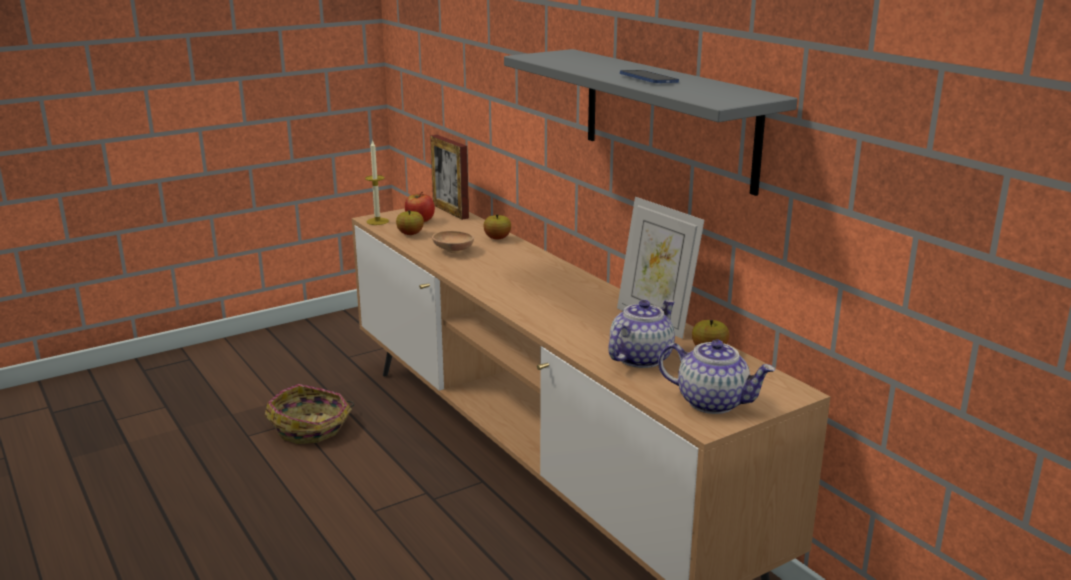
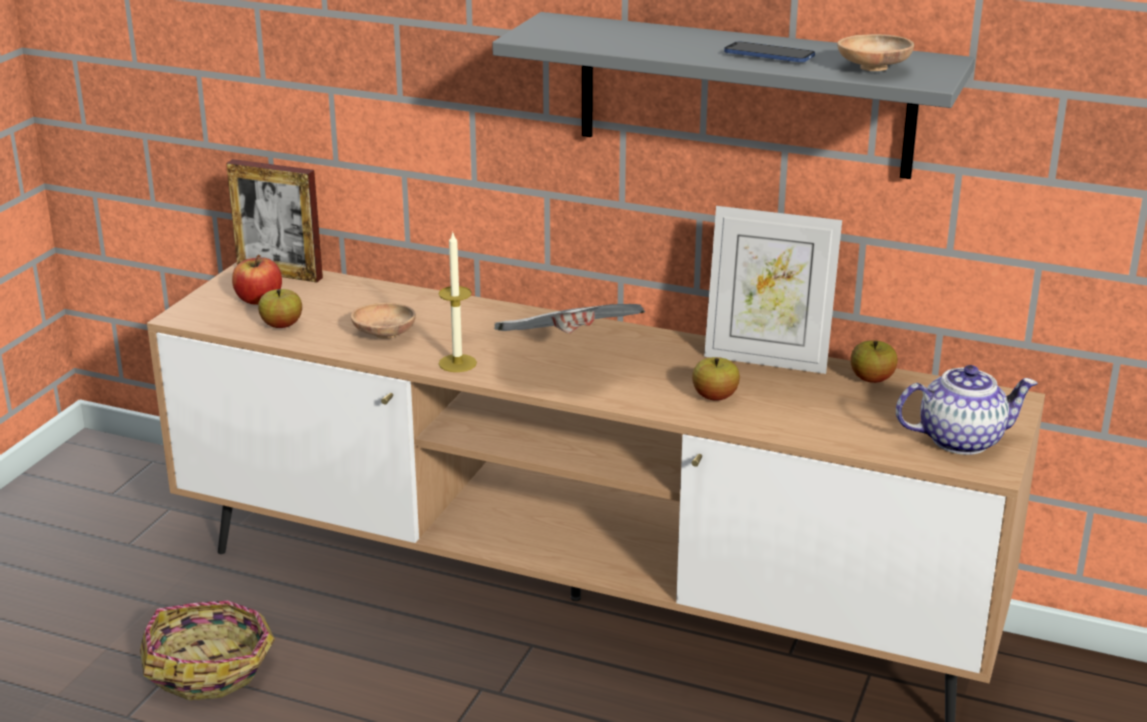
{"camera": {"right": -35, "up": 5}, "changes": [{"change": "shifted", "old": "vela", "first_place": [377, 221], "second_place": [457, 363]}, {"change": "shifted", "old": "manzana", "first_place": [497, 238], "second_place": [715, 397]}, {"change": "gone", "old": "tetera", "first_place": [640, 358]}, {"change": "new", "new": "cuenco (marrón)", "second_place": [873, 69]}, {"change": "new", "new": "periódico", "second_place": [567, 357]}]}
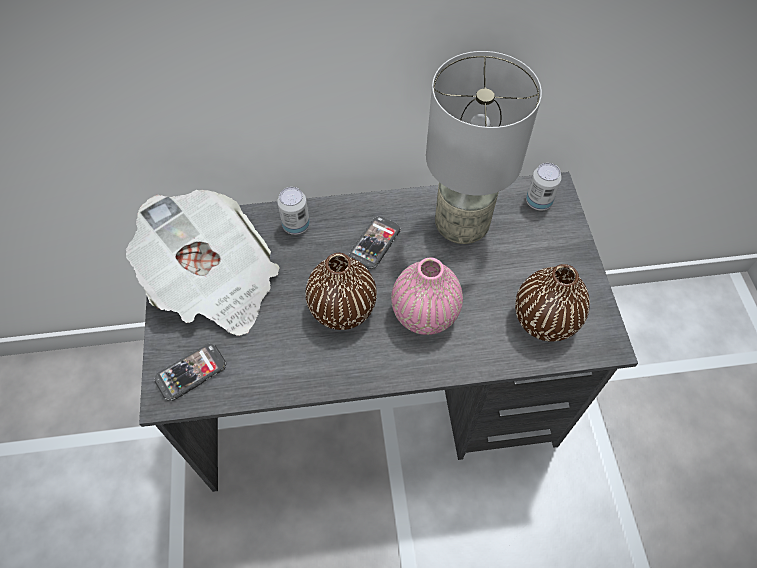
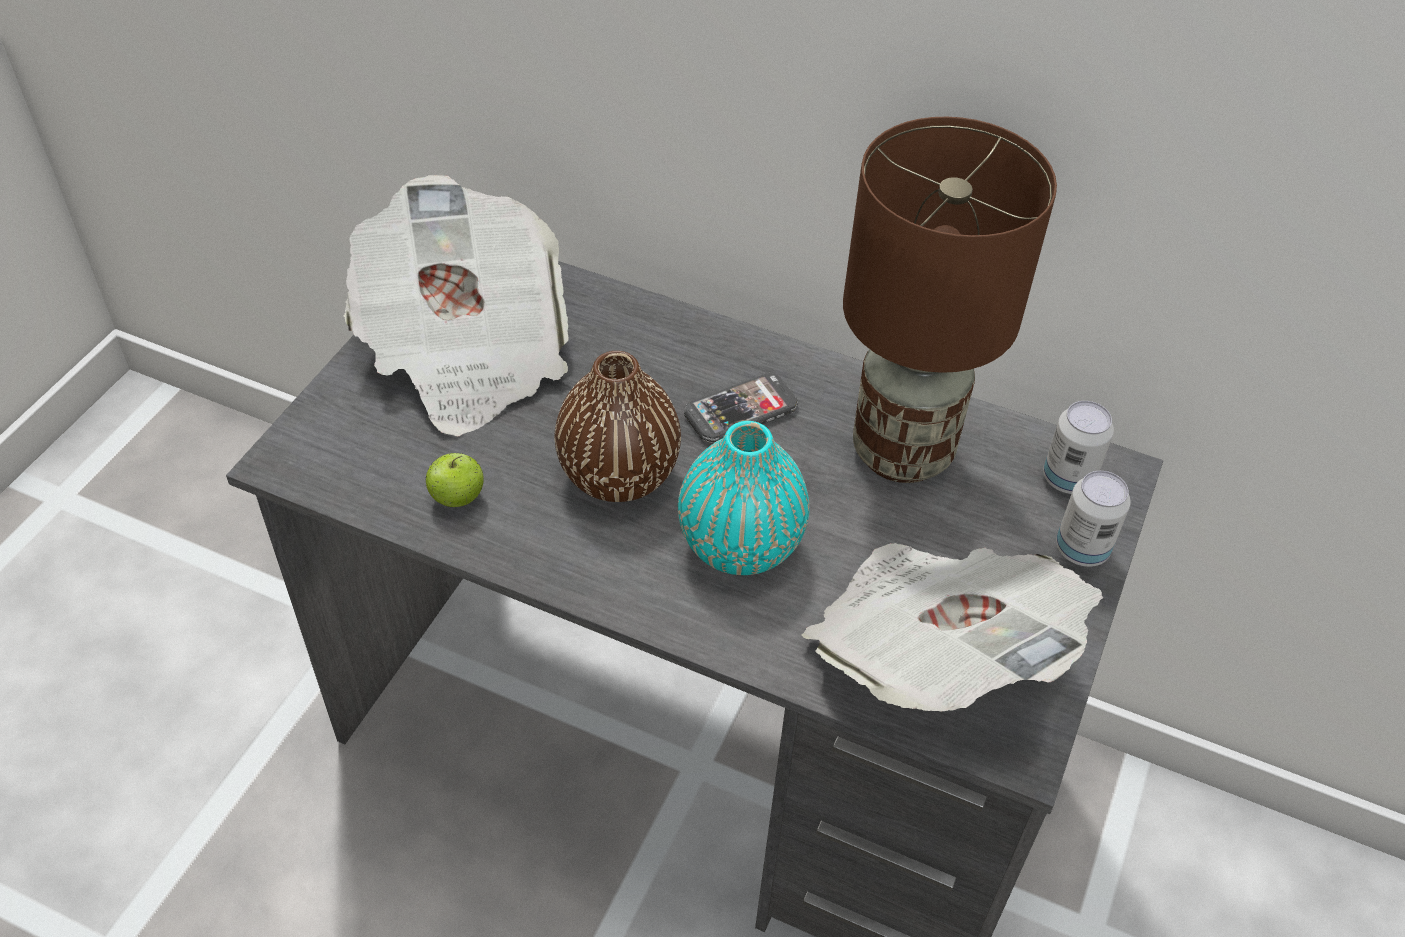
{"camera": {"right": 30, "up": -10}, "changes": [{"change": "repainted", "old": "lámpara de mesa (gris)", "new": "lámpara de mesa (marrón)", "first_place": [462, 227], "second_place": [902, 453]}, {"change": "shifted", "old": "lata", "first_place": [296, 225], "second_place": [1081, 549]}, {"change": "repainted", "old": "florero (rosa)", "new": "florero (turquesa)", "first_place": [424, 314], "second_place": [740, 544]}, {"change": "swapped", "old": "florero (marrón)", "new": "periódico", "first_place": [544, 320], "second_place": [934, 654]}, {"change": "gone", "old": "móvil", "first_place": [191, 373]}, {"change": "new", "new": "manzana", "second_place": [457, 498]}]}
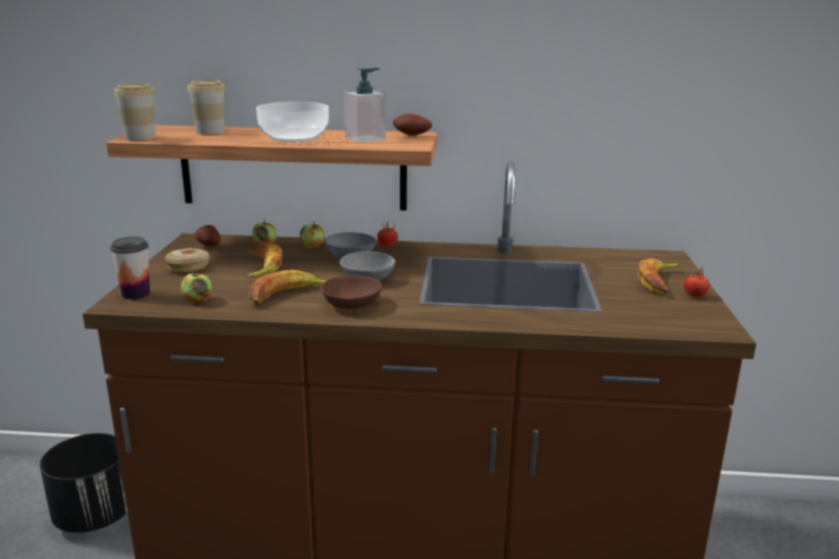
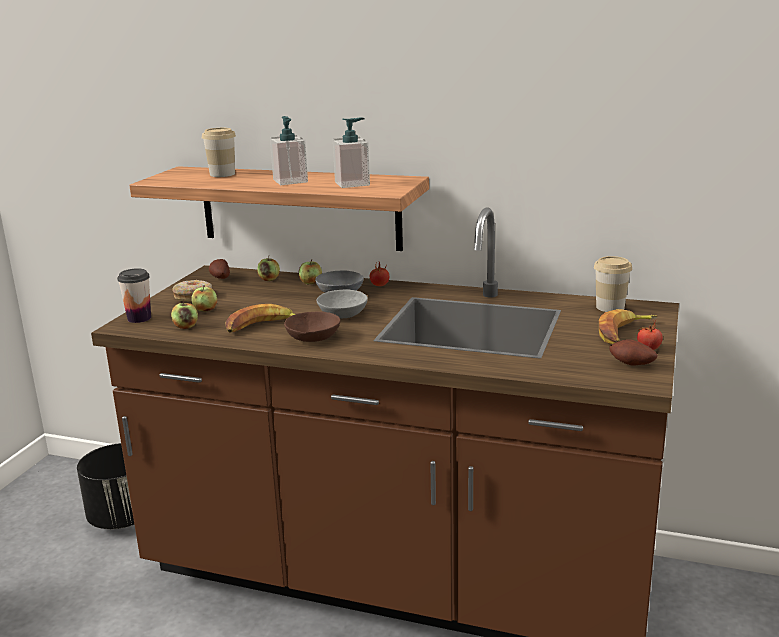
{"camera": {"right": 15, "up": 0}, "changes": [{"change": "shifted", "old": "taza", "first_place": [140, 137], "second_place": [610, 307]}, {"change": "swapped", "old": "cuenco", "new": "dispensador de jabón", "first_place": [294, 137], "second_place": [290, 181]}, {"change": "shifted", "old": "patata", "first_place": [411, 135], "second_place": [631, 365]}, {"change": "gone", "old": "plátano", "first_place": [260, 266]}, {"change": "new", "new": "manzana", "second_place": [205, 310]}]}
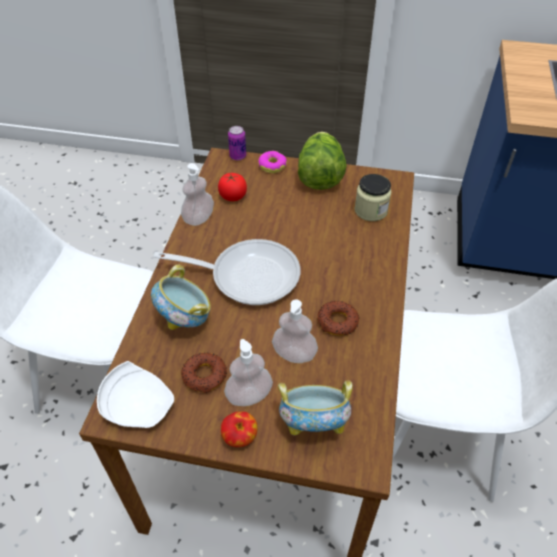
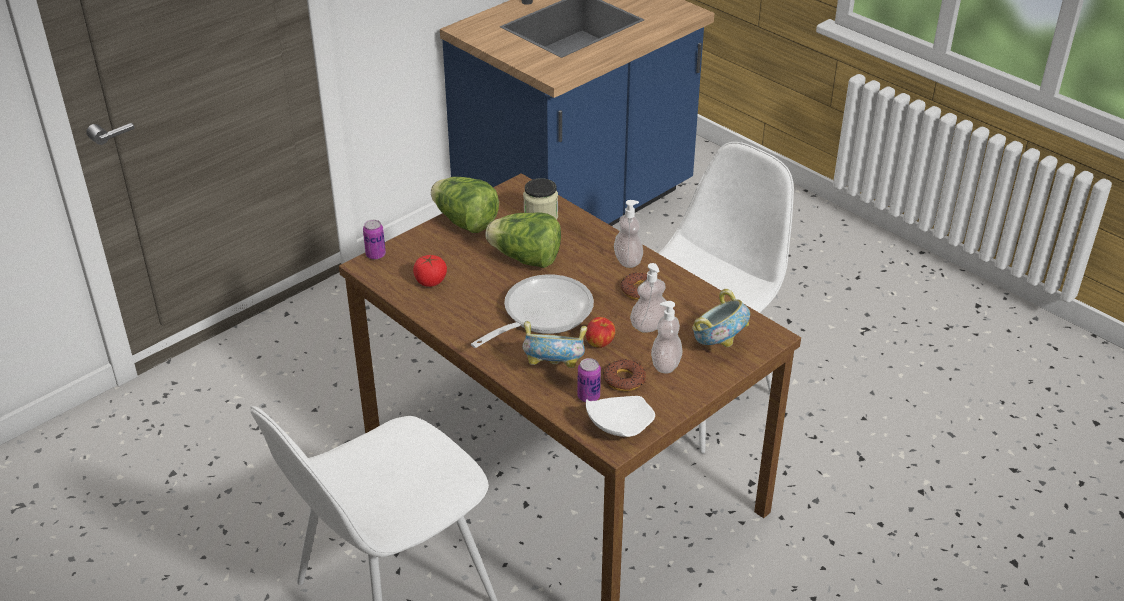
{"camera": {"right": -55, "up": -10}, "changes": [{"change": "gone", "old": "rosquilla", "first_place": [272, 166]}, {"change": "shifted", "old": "dispensador de jabón", "first_place": [199, 218], "second_place": [628, 260]}, {"change": "shifted", "old": "manzana", "first_place": [240, 437], "second_place": [600, 343]}, {"change": "new", "new": "lechuga", "second_place": [526, 259]}, {"change": "new", "new": "lata", "second_place": [588, 396]}]}
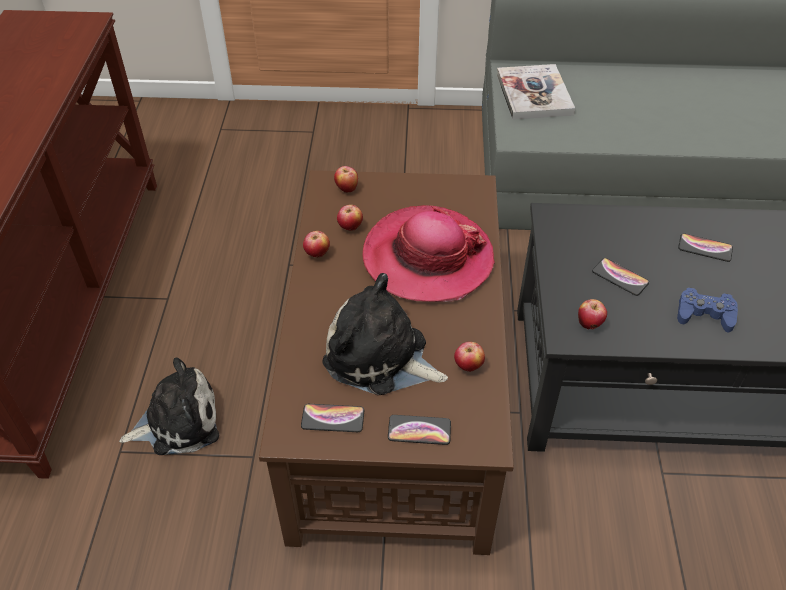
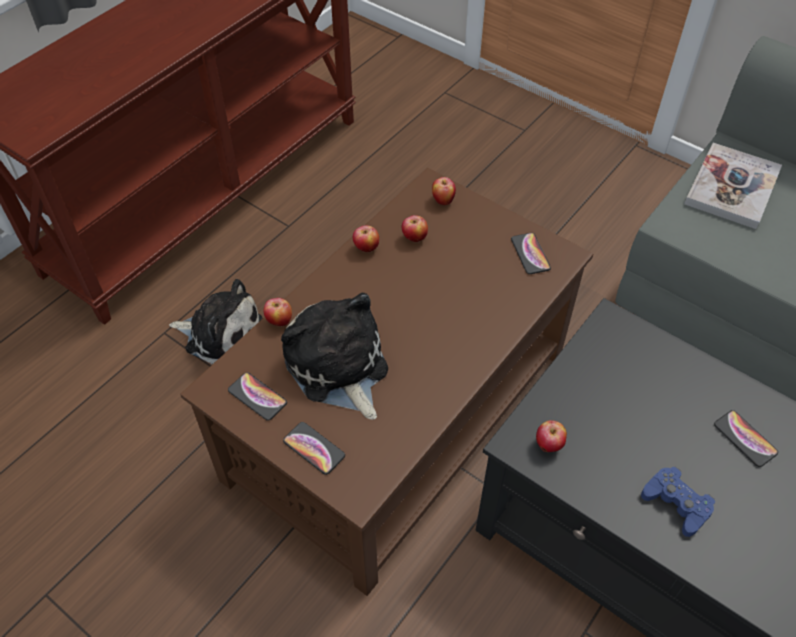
{"camera": {"right": 35, "up": 5}, "changes": [{"change": "gone", "old": "sombrero", "first_place": [427, 258]}, {"change": "shifted", "old": "móvil", "first_place": [620, 277], "second_place": [530, 254]}, {"change": "shifted", "old": "manzana", "first_place": [468, 367], "second_place": [279, 321]}]}
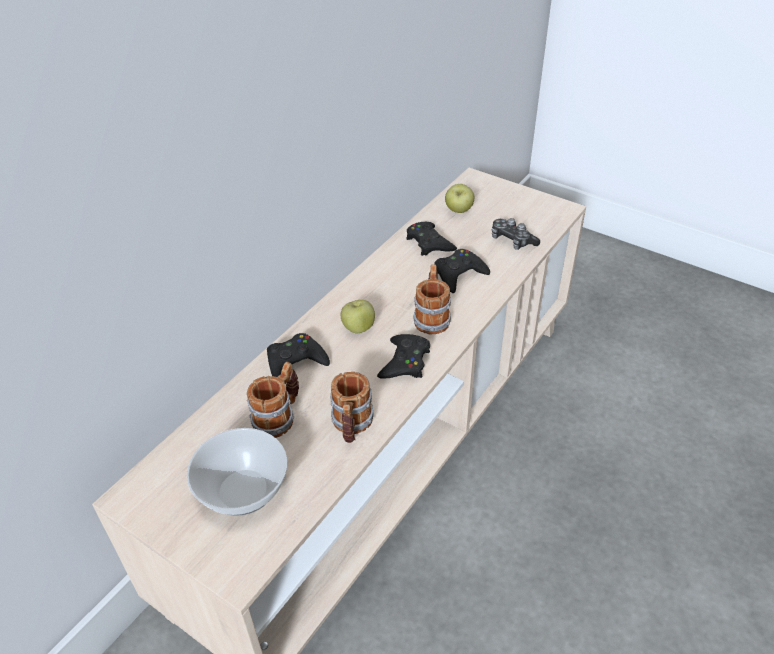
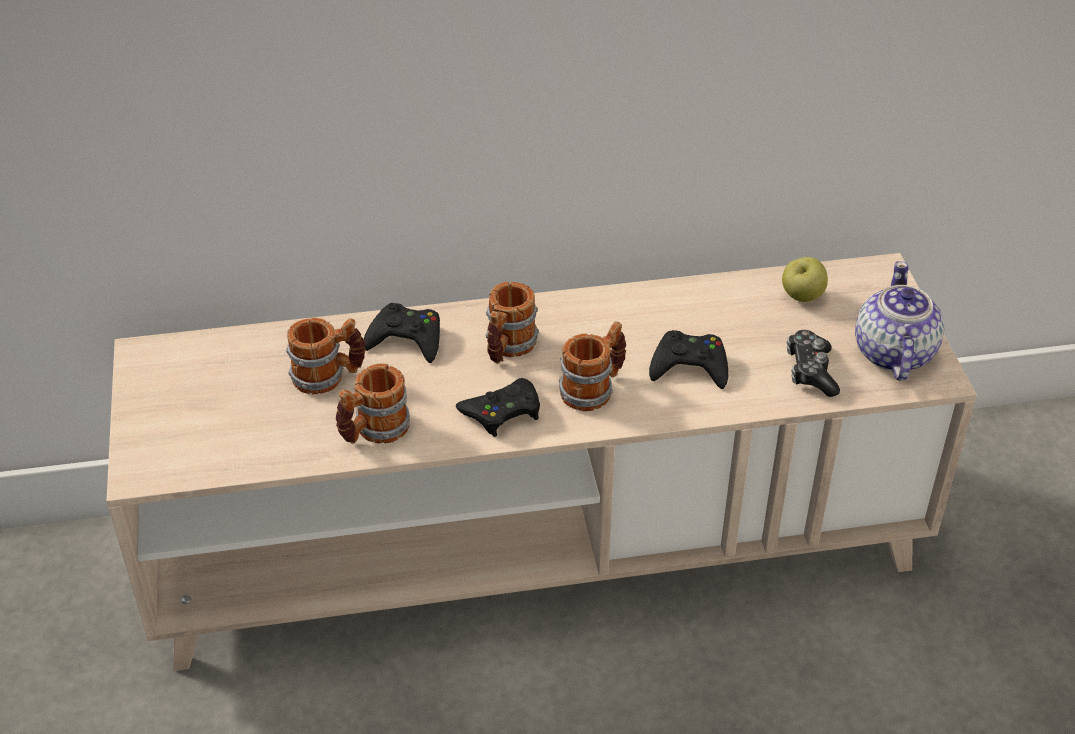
{"camera": {"right": 45, "up": 0}, "changes": [{"change": "gone", "old": "mando de consola (negro)", "first_place": [429, 243]}, {"change": "swapped", "old": "manzana", "new": "taza grande", "first_place": [358, 328], "second_place": [507, 348]}, {"change": "gone", "old": "cuenco", "first_place": [243, 489]}, {"change": "new", "new": "tetera", "second_place": [893, 353]}]}
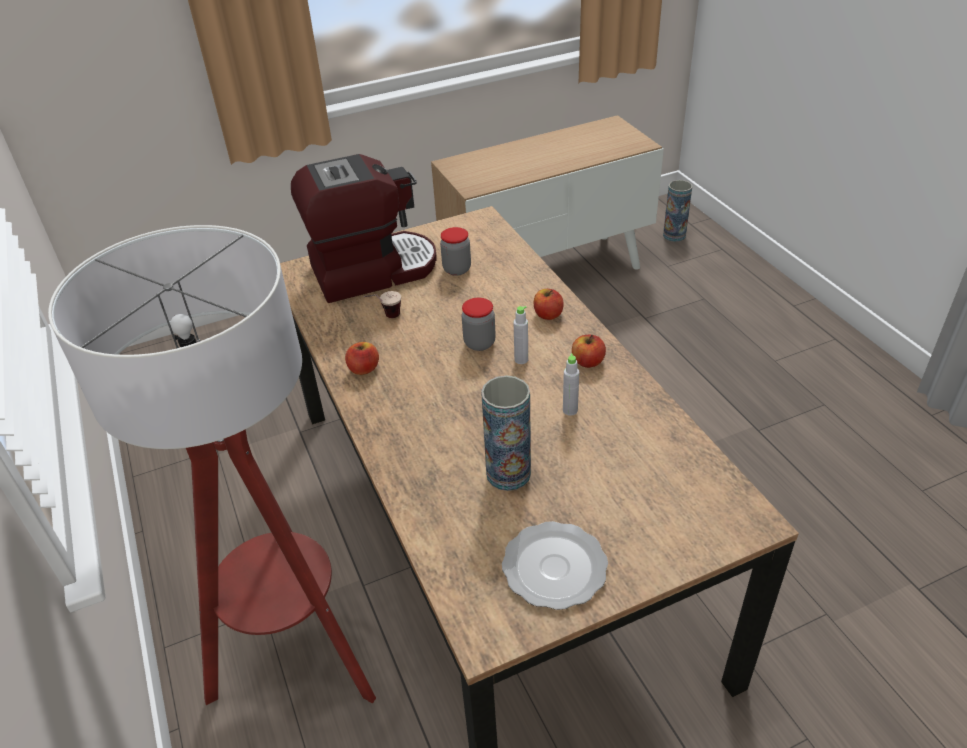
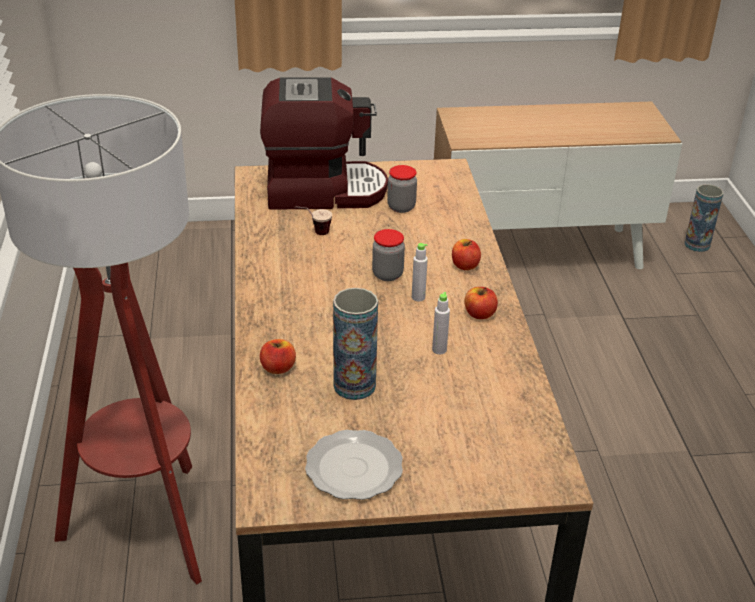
{"camera": {"right": 15, "up": -5}, "changes": [{"change": "shifted", "old": "manzana", "first_place": [364, 369], "second_place": [278, 368]}]}
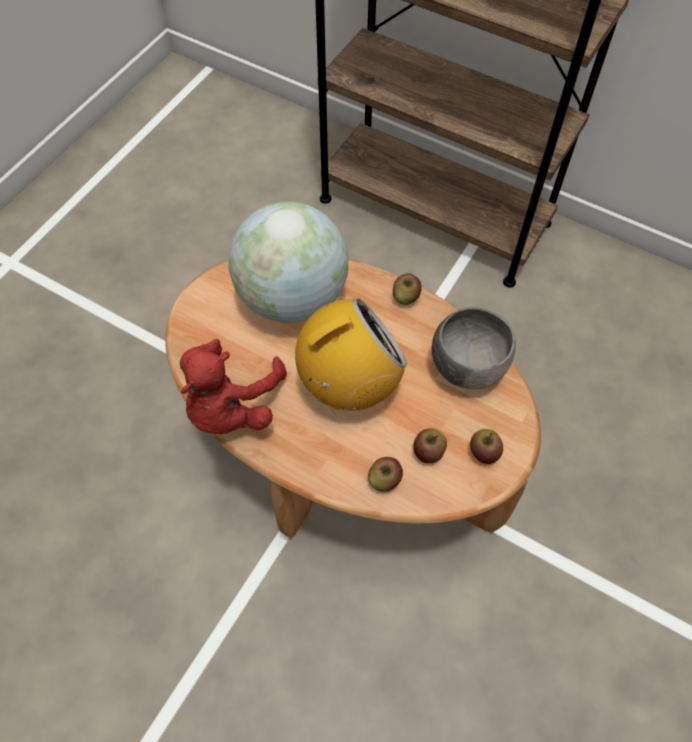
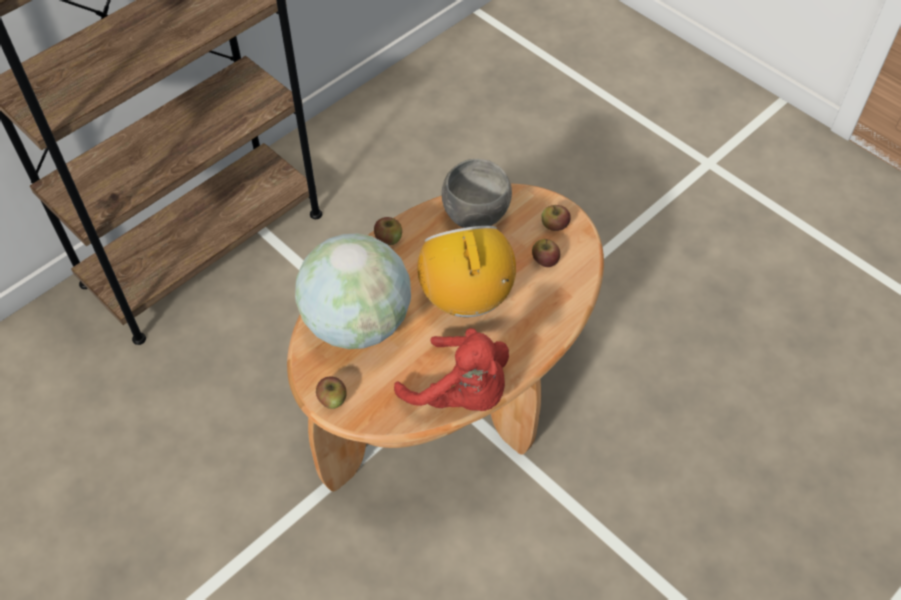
{"camera": {"right": -75, "up": -5}, "changes": [{"change": "shifted", "old": "manzana", "first_place": [384, 480], "second_place": [332, 399]}]}
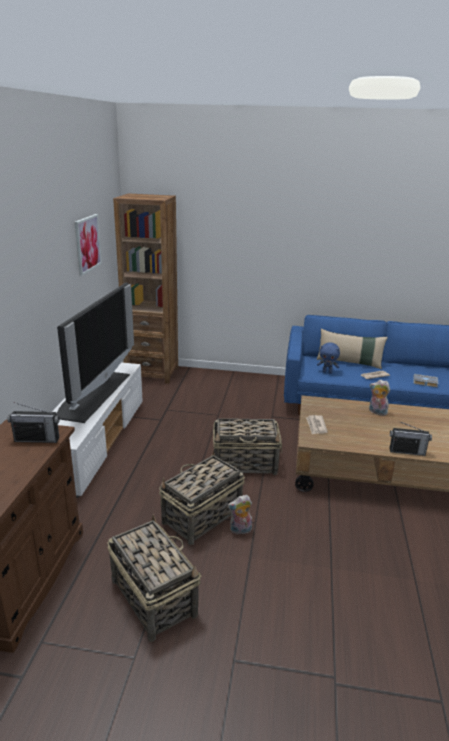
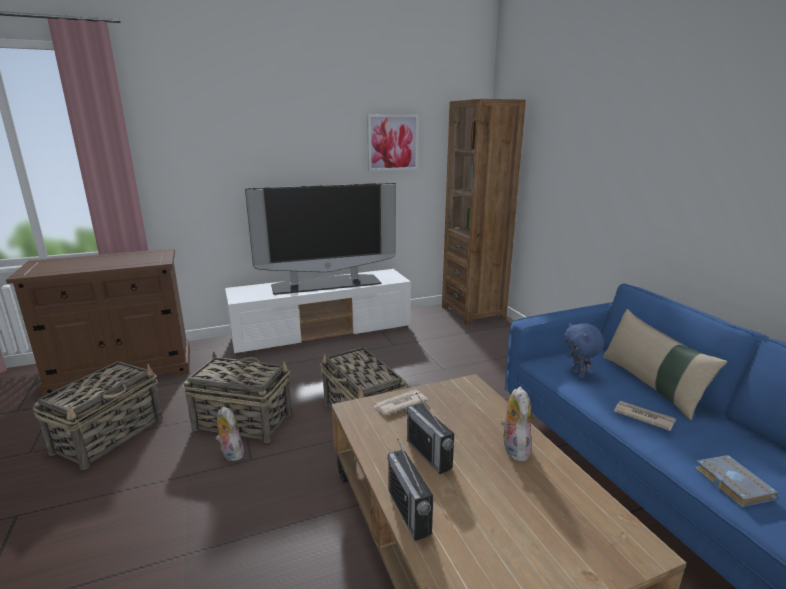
{"camera": {"right": 60, "up": -5}, "changes": [{"change": "shifted", "old": "radio", "first_place": [37, 439], "second_place": [428, 454]}]}
